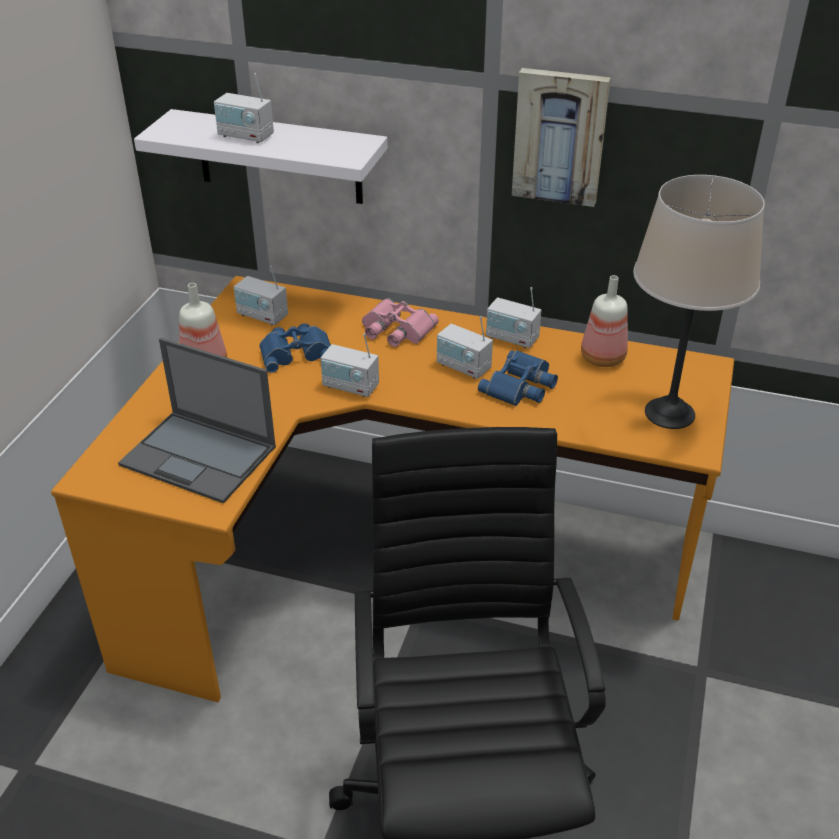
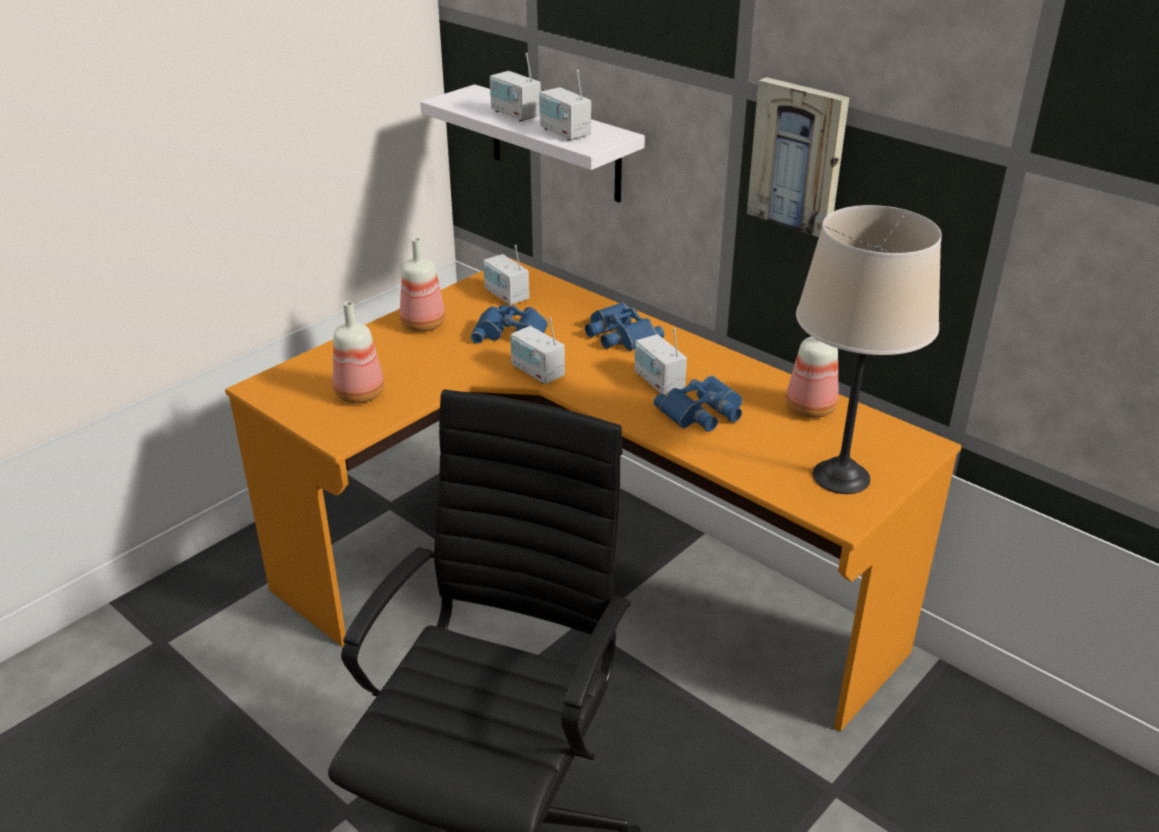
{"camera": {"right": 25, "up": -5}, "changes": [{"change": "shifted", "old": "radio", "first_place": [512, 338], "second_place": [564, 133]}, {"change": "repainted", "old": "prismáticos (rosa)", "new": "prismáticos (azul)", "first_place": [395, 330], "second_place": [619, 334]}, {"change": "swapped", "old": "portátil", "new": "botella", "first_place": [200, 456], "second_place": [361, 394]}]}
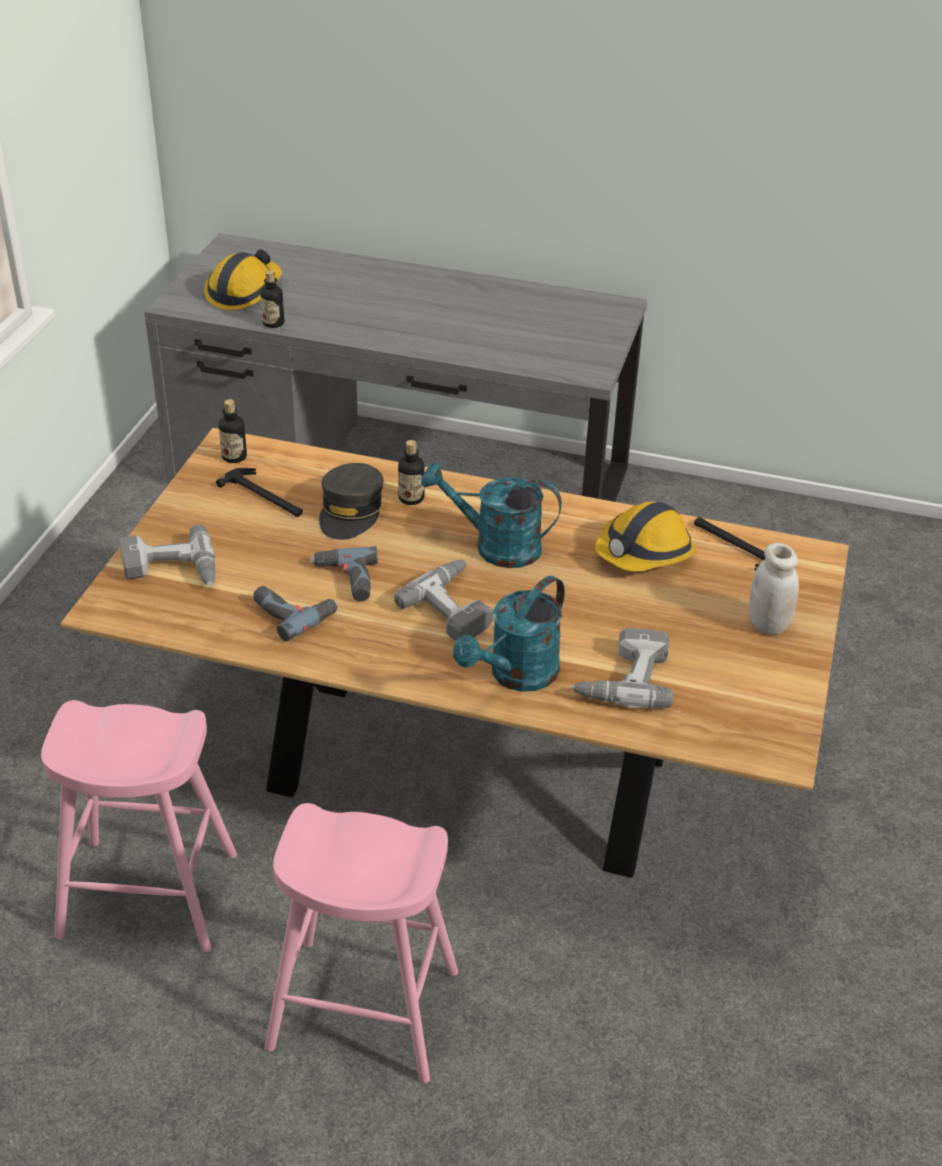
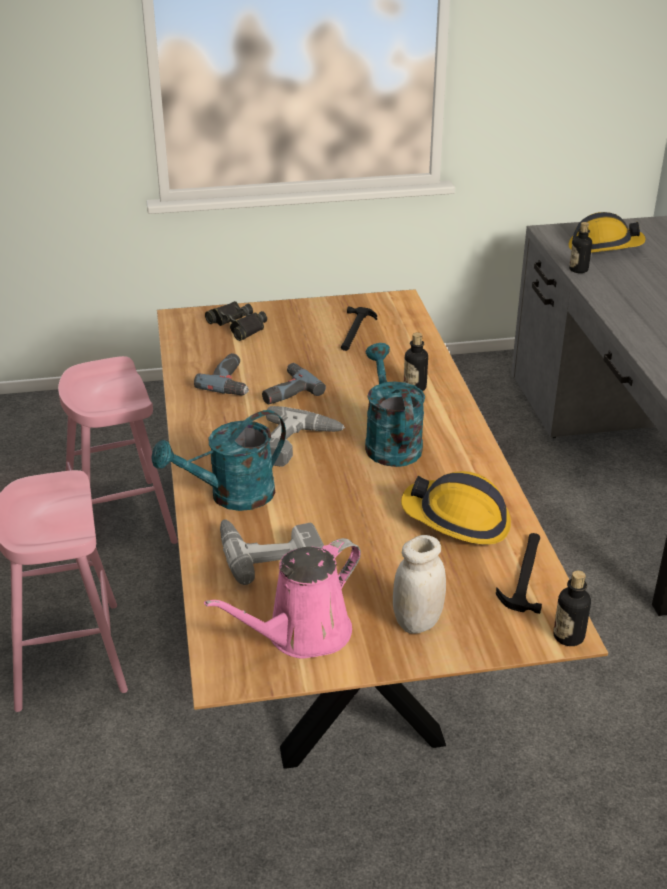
{"camera": {"right": 65, "up": -5}, "changes": [{"change": "shifted", "old": "botella", "first_place": [234, 457], "second_place": [568, 636]}, {"change": "gone", "old": "gorra (gris)", "first_place": [351, 512]}, {"change": "swapped", "old": "taladro", "new": "prismáticos (negro)", "first_place": [170, 571], "second_place": [238, 326]}, {"change": "rotated", "old": "regadera (turquesa)", "first_place": [516, 676], "second_place": [231, 496], "degrees": -45}, {"change": "new", "new": "regadera (rosa)", "second_place": [302, 634]}]}
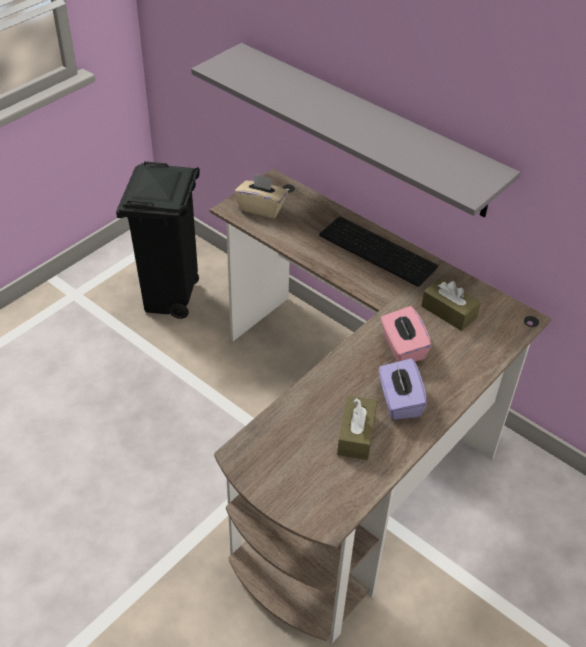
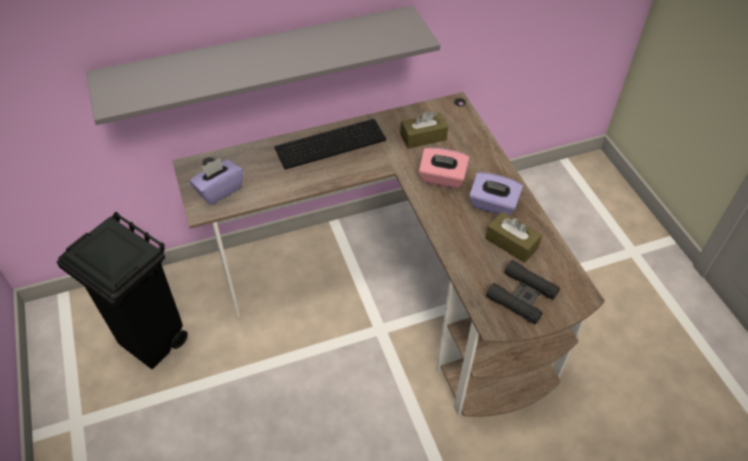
{"camera": {"right": -60, "up": 5}, "changes": [{"change": "repainted", "old": "caja de pañuelos (beis)", "new": "caja de pañuelos (morado)", "first_place": [261, 208], "second_place": [219, 190]}, {"change": "new", "new": "prismáticos (negro)", "second_place": [521, 296]}]}
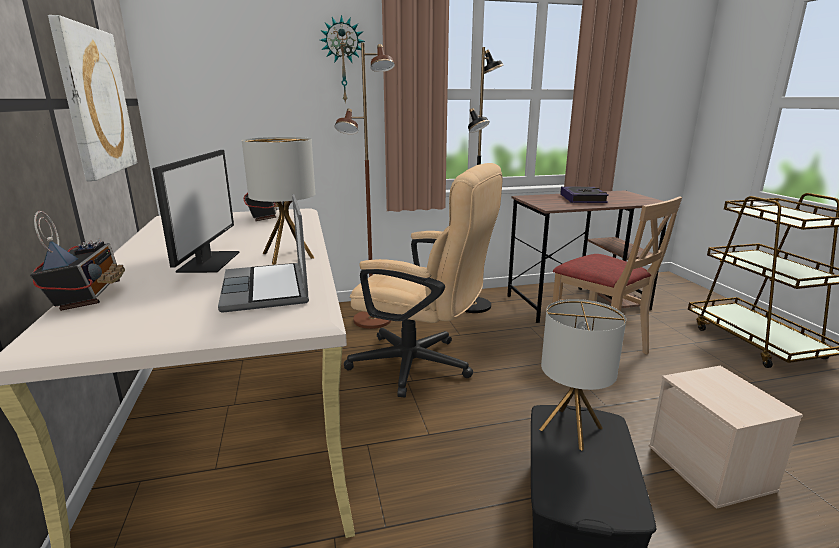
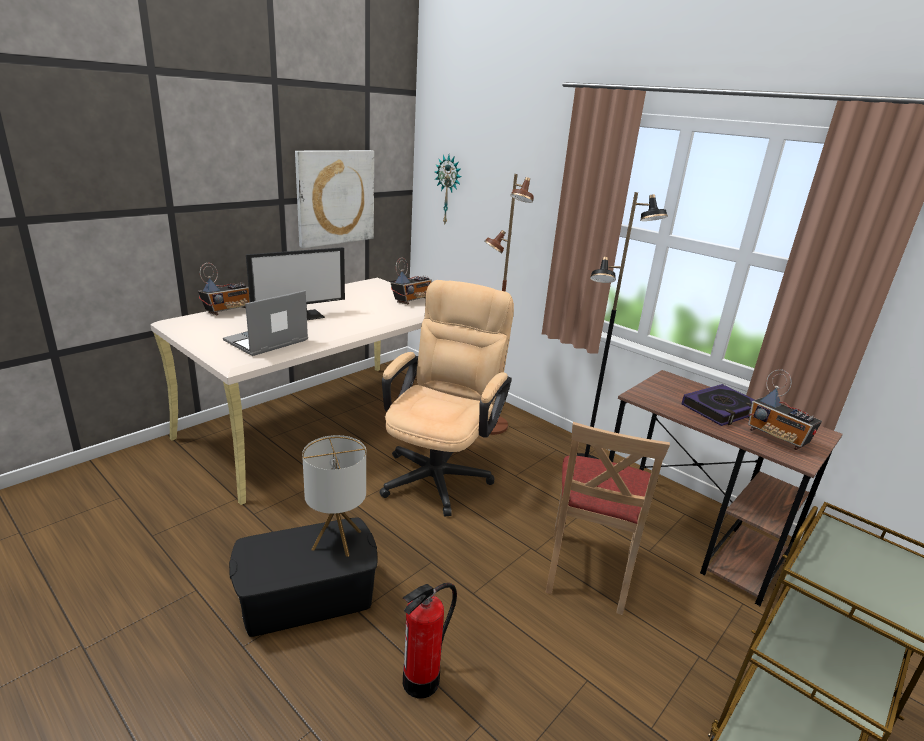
{"camera": {"right": 55, "up": 5}, "changes": [{"change": "shifted", "old": "reloj de pared", "first_place": [343, 60], "second_place": [448, 190]}, {"change": "gone", "old": "lámpara de mesa", "first_place": [287, 255]}, {"change": "rotated", "old": "silla de oficina (beis)", "first_place": [422, 366], "second_place": [440, 472], "degrees": -150}, {"change": "swapped", "old": "caja de almacenaje (beis)", "new": "extintor", "first_place": [711, 468], "second_place": [421, 681]}, {"change": "new", "new": "radio", "second_place": [777, 438]}]}
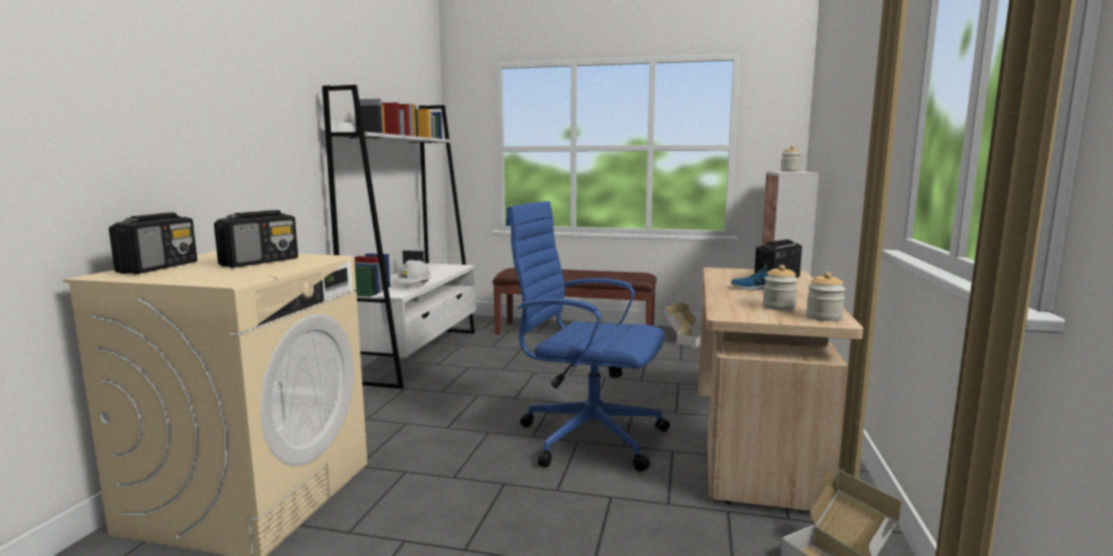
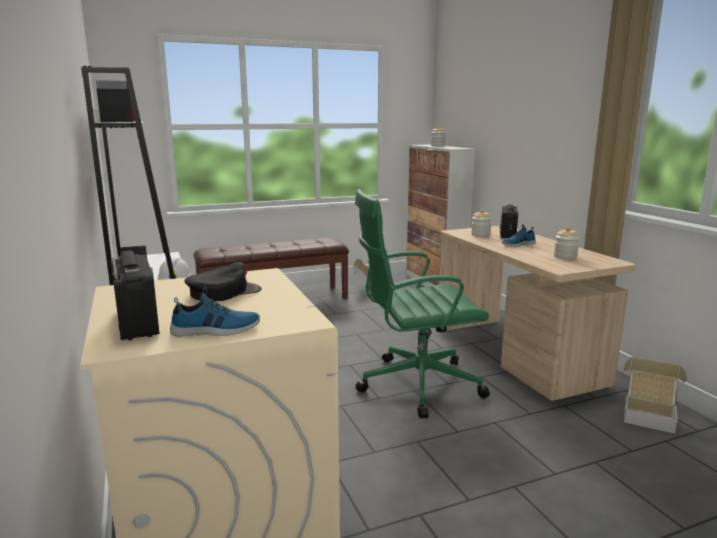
{"camera": {"right": -35, "up": 5}, "changes": [{"change": "repainted", "old": "silla de oficina (azul)", "new": "silla de oficina (verde)", "first_place": [587, 436], "second_place": [416, 384]}, {"change": "swapped", "old": "radio", "new": "gorra (negro)", "first_place": [260, 262], "second_place": [224, 292]}, {"change": "shifted", "old": "tarro", "first_place": [823, 317], "second_place": [480, 235]}, {"change": "new", "new": "zapato", "second_place": [216, 330]}]}
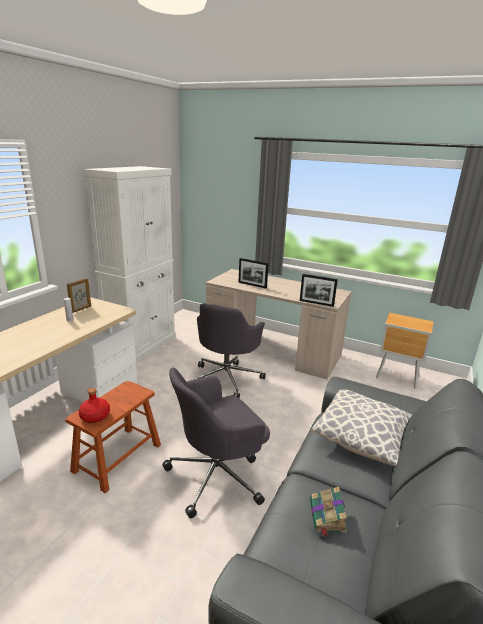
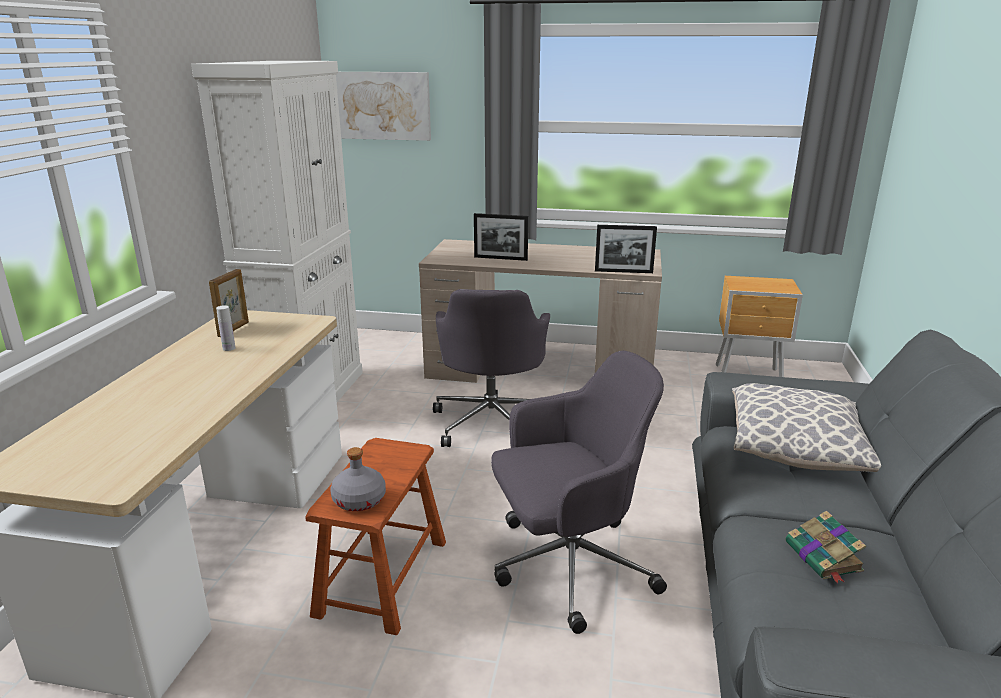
{"camera": {"right": -15, "up": 0}, "changes": [{"change": "rotated", "old": "silla de oficina (gris)", "first_place": [217, 476], "second_place": [568, 566], "degrees": -150}, {"change": "repainted", "old": "botella (rojo)", "new": "botella (gris)", "first_place": [95, 416], "second_place": [359, 501]}, {"change": "new", "new": "cuadro", "second_place": [383, 105]}]}
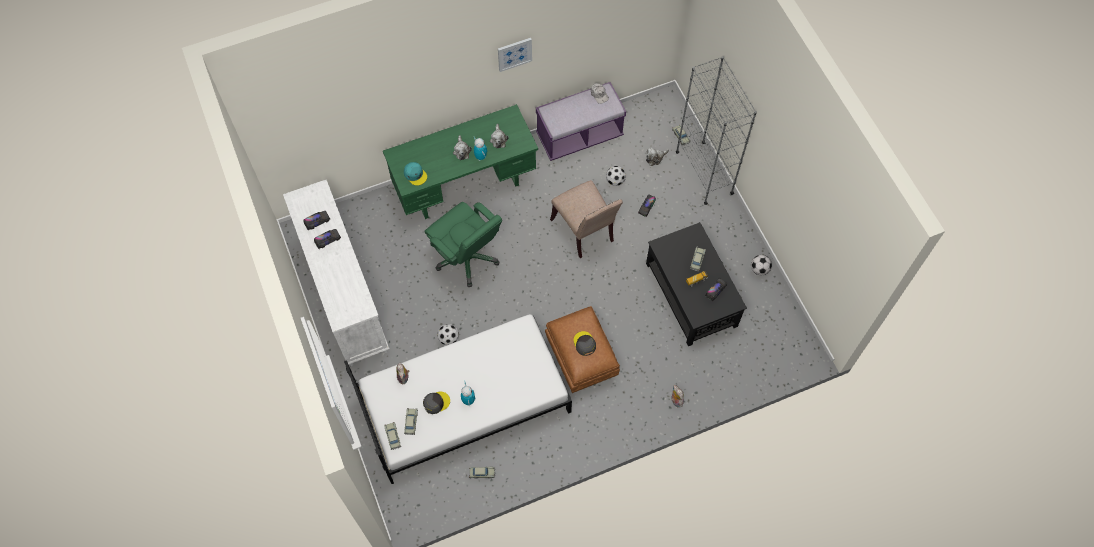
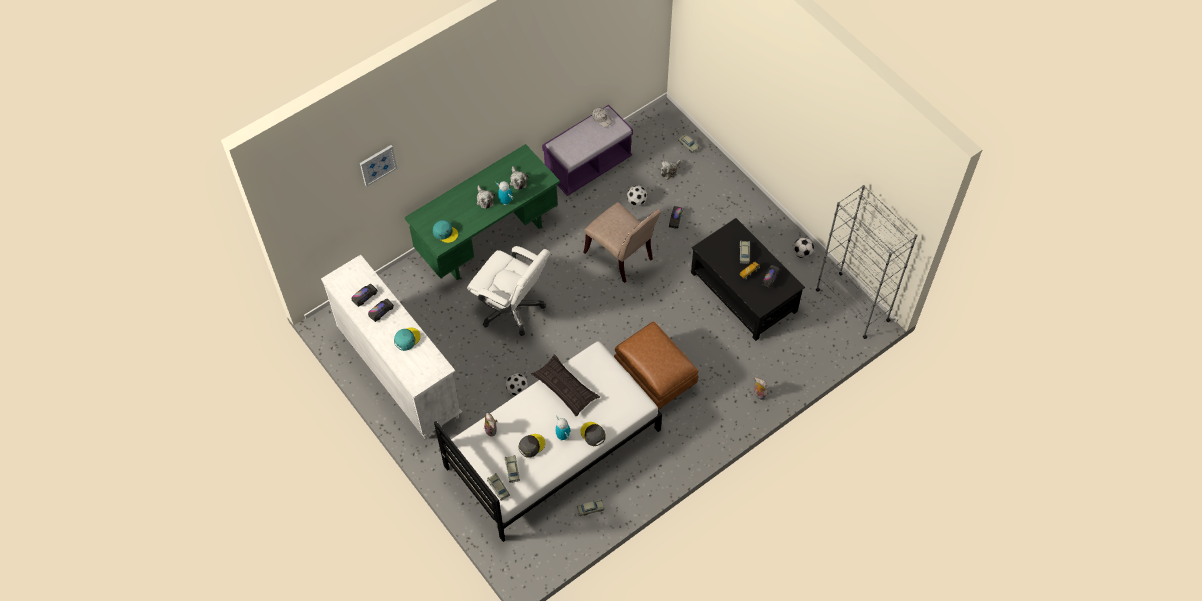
{"camera": {"right": -15, "up": -5}, "changes": [{"change": "shifted", "old": "cuadro", "first_place": [514, 53], "second_place": [378, 165]}, {"change": "shifted", "old": "estantería (gris)", "first_place": [704, 172], "second_place": [852, 305]}, {"change": "repainted", "old": "silla de oficina (verde)", "new": "silla de oficina (blanco)", "first_place": [467, 258], "second_place": [512, 308]}, {"change": "shifted", "old": "gorra (gris)", "first_place": [584, 344], "second_place": [592, 434]}, {"change": "new", "new": "gorra (turquesa)", "second_place": [407, 339]}, {"change": "new", "new": "cojín", "second_place": [565, 388]}]}
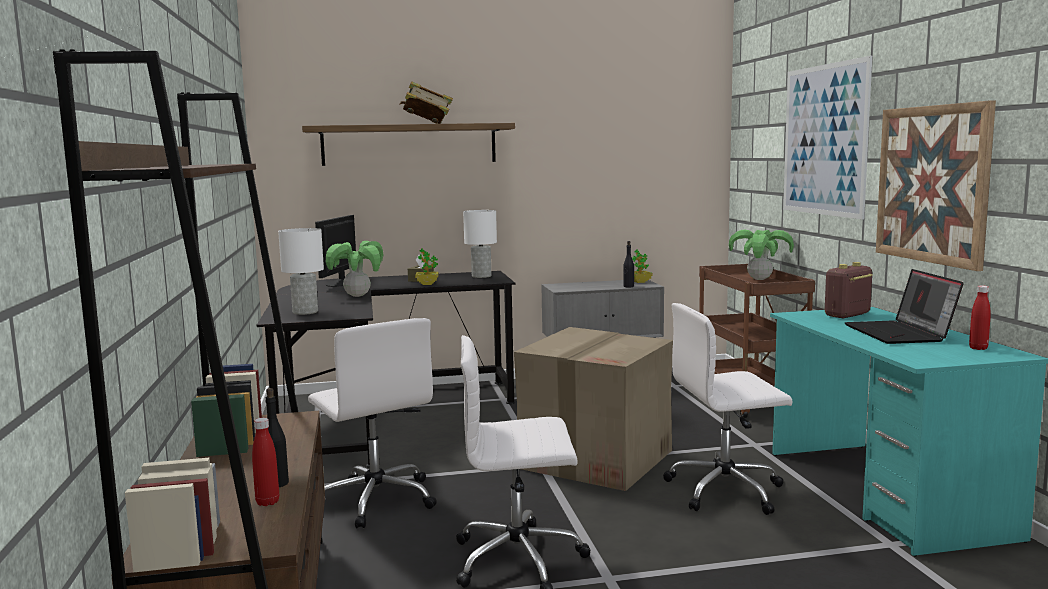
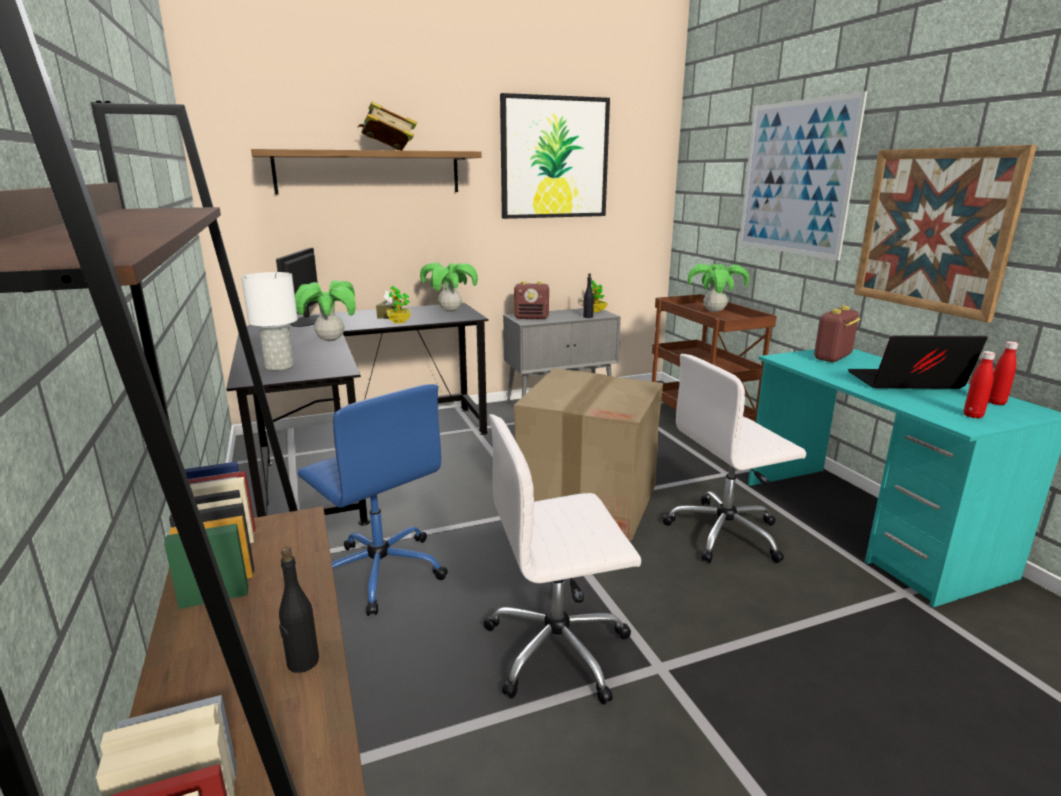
{"camera": {"right": -10, "up": 10}, "changes": [{"change": "swapped", "old": "lámpara de mesa (blanco)", "new": "planta en maceta", "first_place": [482, 276], "second_place": [450, 310]}, {"change": "rotated", "old": "portátil", "first_place": [901, 334], "second_place": [905, 383], "degrees": 105}, {"change": "repainted", "old": "silla de oficina (blanco)", "new": "silla de oficina (azul)", "first_place": [375, 500], "second_place": [379, 571]}, {"change": "shifted", "old": "botella (rojo)", "first_place": [267, 502], "second_place": [973, 416]}, {"change": "new", "new": "cuadro", "second_place": [554, 158]}, {"change": "new", "new": "radio", "second_place": [532, 318]}]}
